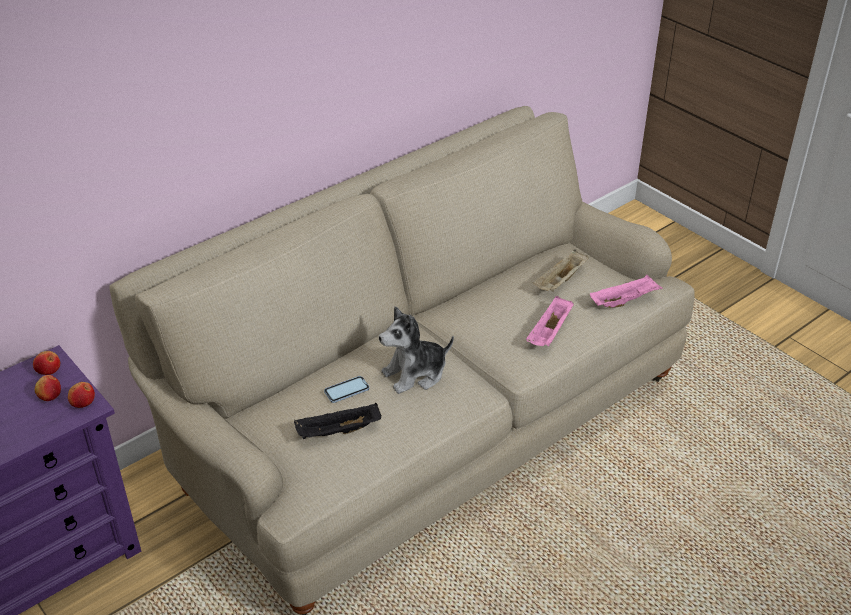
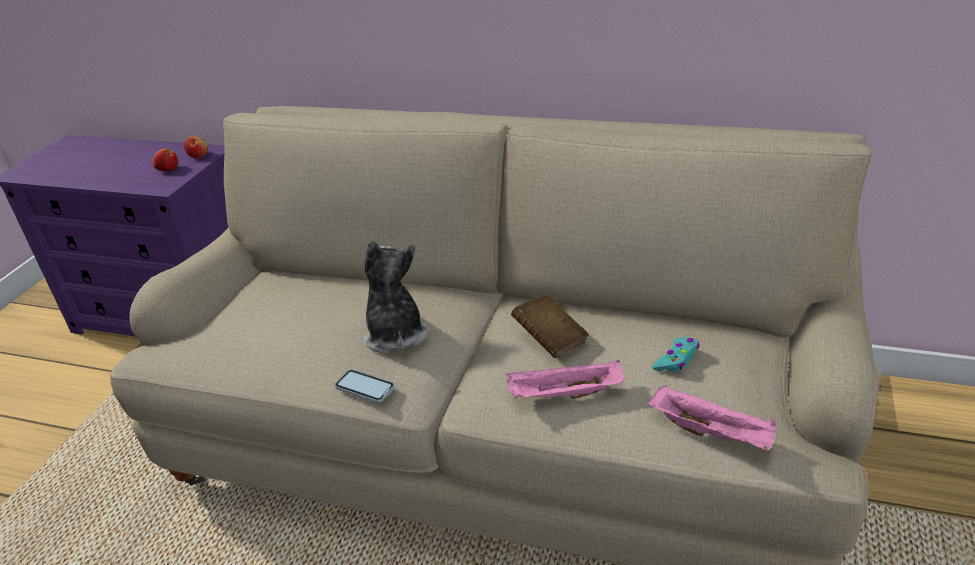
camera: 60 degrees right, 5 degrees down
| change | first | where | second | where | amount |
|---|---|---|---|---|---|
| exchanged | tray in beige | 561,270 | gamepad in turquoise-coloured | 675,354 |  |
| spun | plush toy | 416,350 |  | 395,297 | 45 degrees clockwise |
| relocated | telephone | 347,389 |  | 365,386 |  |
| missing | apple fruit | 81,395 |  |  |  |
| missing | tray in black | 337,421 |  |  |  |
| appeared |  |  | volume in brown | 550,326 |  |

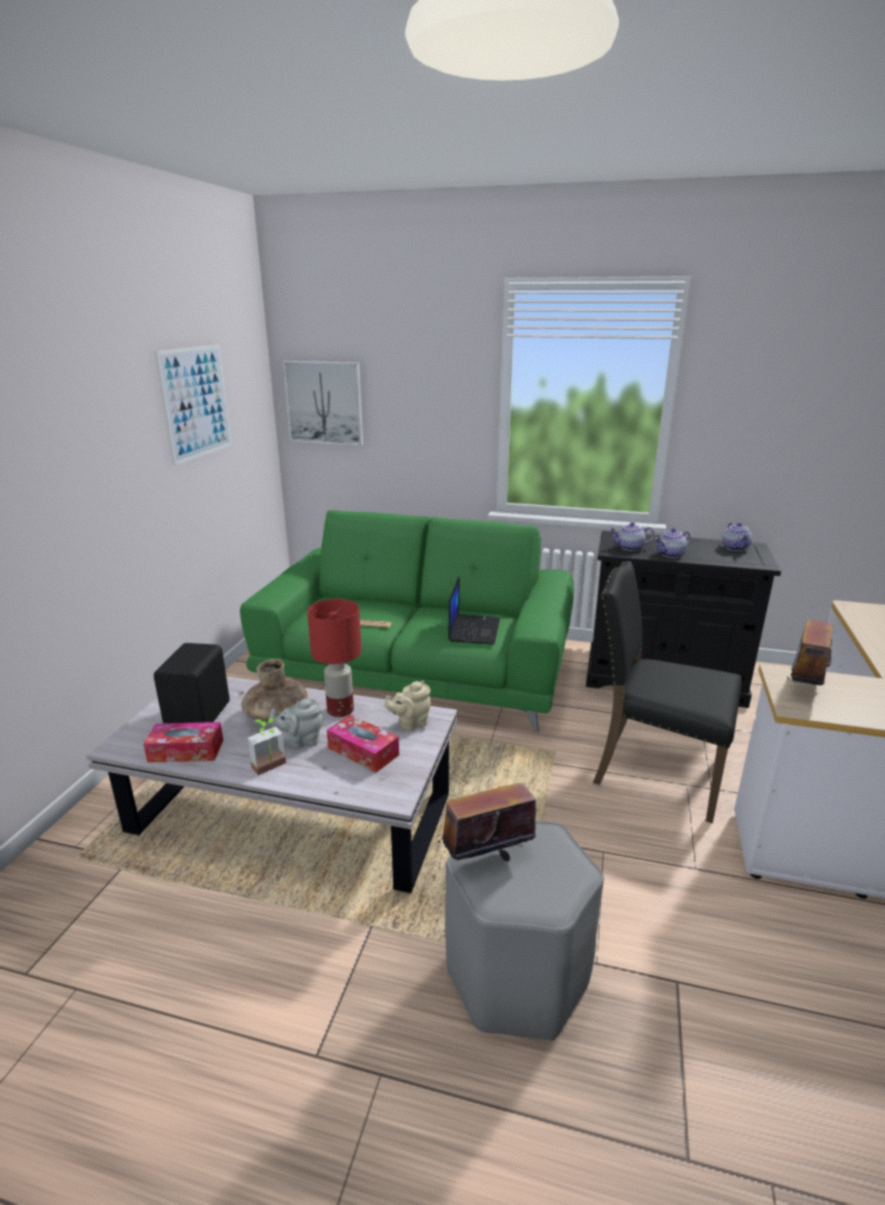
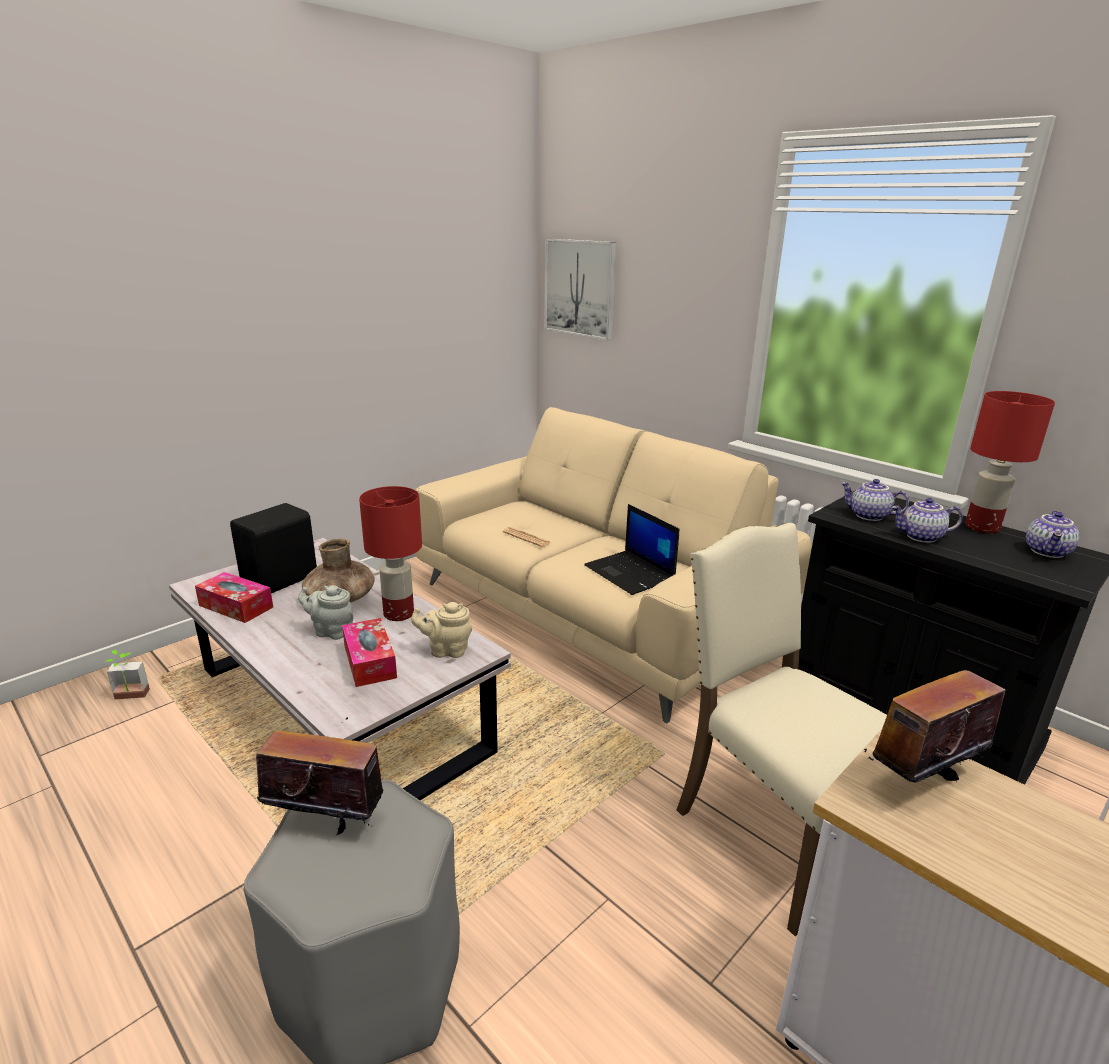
camera: 30 degrees right, 0 degrees up
| change | first | where | second | where | amount |
|---|---|---|---|---|---|
| missing | wall art | 193,405 |  |  |  |
| colour | settee in greenish | 407,621 | settee in beige | 613,565 |  |
| colour | plain chair in black | 667,692 | plain chair in beige | 781,729 |  |
| spun | notebook computer | 474,610 |  | 632,549 | 105 degrees clockwise |
| relocated | plant in a pot | 266,746 |  | 128,675 |  |
| appeared |  |  | lamp for a table in red | 1010,462 |  |

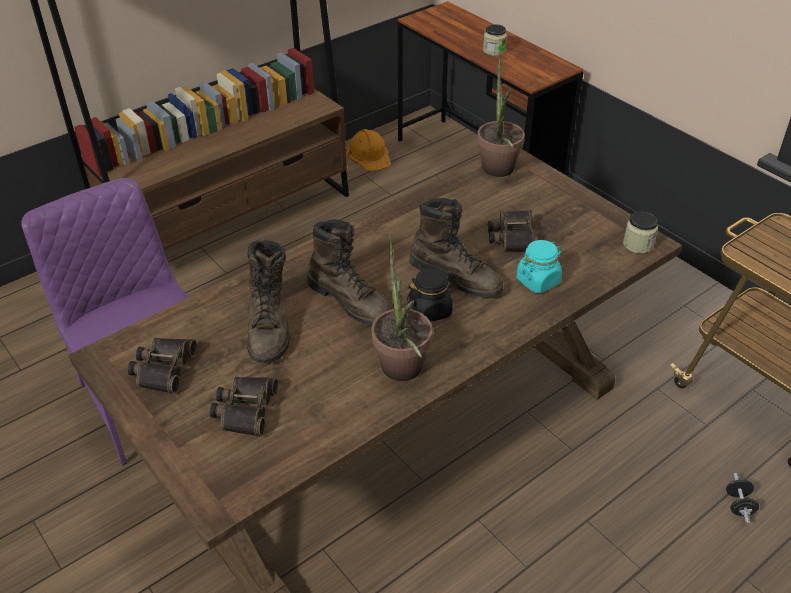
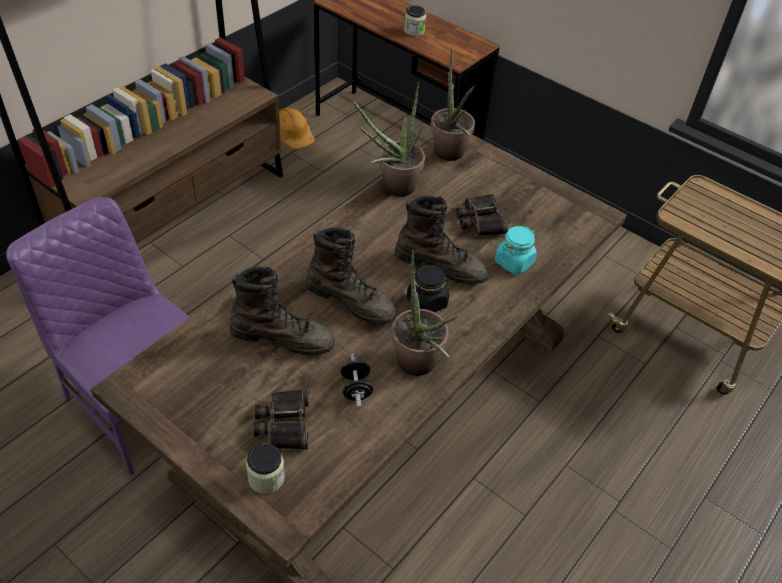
camera: 15 degrees left, 5 degrees up
| change | first | where | second | where | amount |
|---|---|---|---|---|---|
| relocated | preserve jar | 640,233 |  | 265,469 |  |
| spun | high-top boot in brown | 268,301 |  | 282,311 | 60 degrees counterclockwise |
| missing | binoculars | 162,366 |  |  |  |
| relocated | dumbbell in black | 742,498 |  | 357,381 |  |
| appeared |  |  | plant in a pot | 389,139 |  |

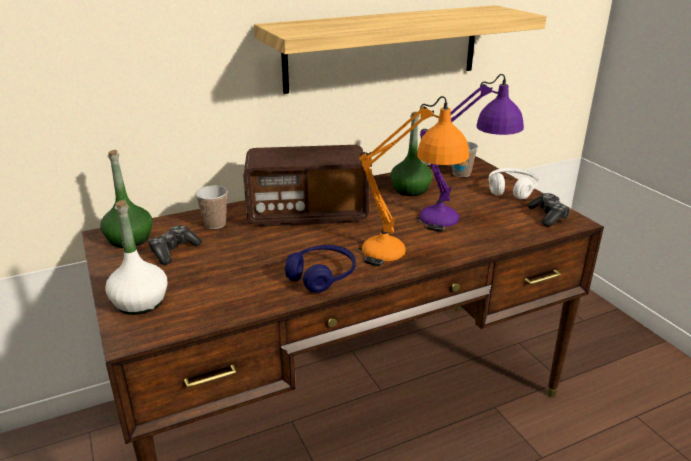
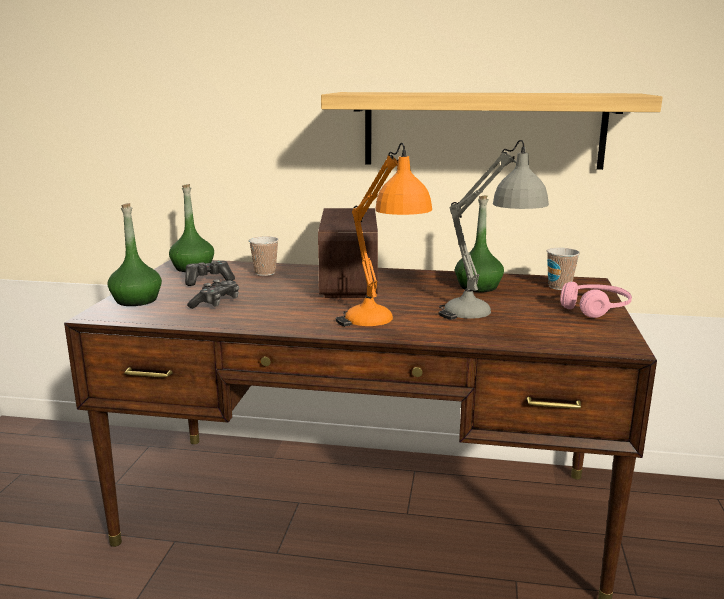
camera: 35 degrees right, 10 degrees down
| change | first | where | second | where | amount |
|---|---|---|---|---|---|
| colour | lamp for a table in purple | 469,153 | lamp for a table in grey | 493,230 |  |
| spun | radio set | 306,186 |  | 348,253 | 120 degrees counterclockwise |
| colour | pair of headphones in white | 514,184 | pair of headphones in pink-coloured | 596,300 |  |
| relocated | gamepad | 548,210 |  | 213,294 |  |
| colour | beverage bottle in white | 136,257 | beverage bottle in greenish | 134,254 |  |
| missing | pair of headphones in bluish | 320,269 |  |  |  |

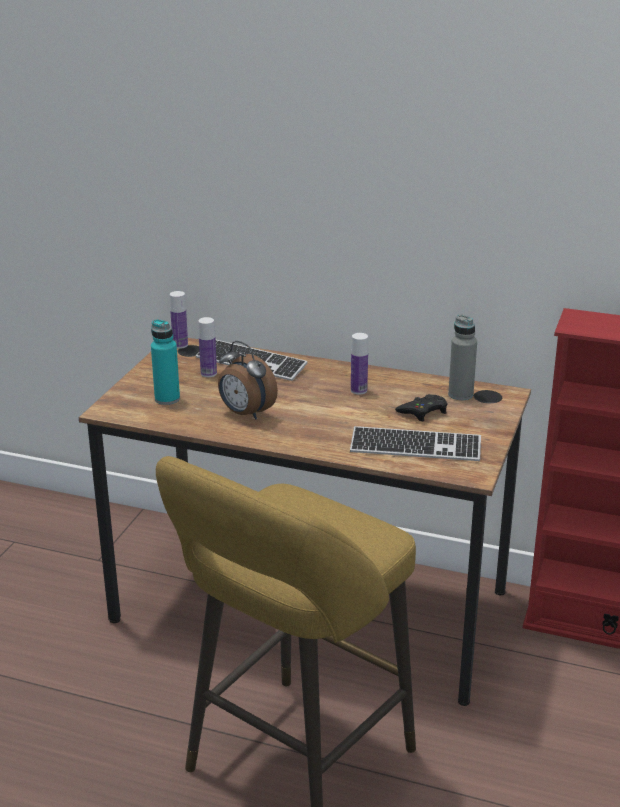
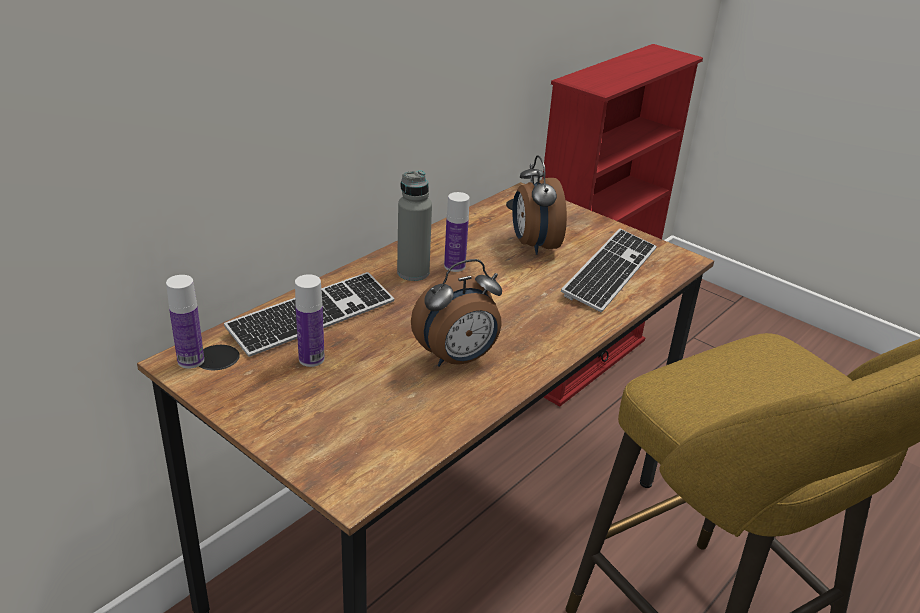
camera: 70 degrees left, 5 degrees up
| change | first | where | second | where | amount |
|---|---|---|---|---|---|
| relocated | beverage bottle in grey | 462,357 |  | 414,225 |  |
| missing | beverage bottle in turquoise-coloured | 165,362 |  |  |  |
| exchanged | gamepad in black | 421,408 | bedside clock | 539,205 |  |

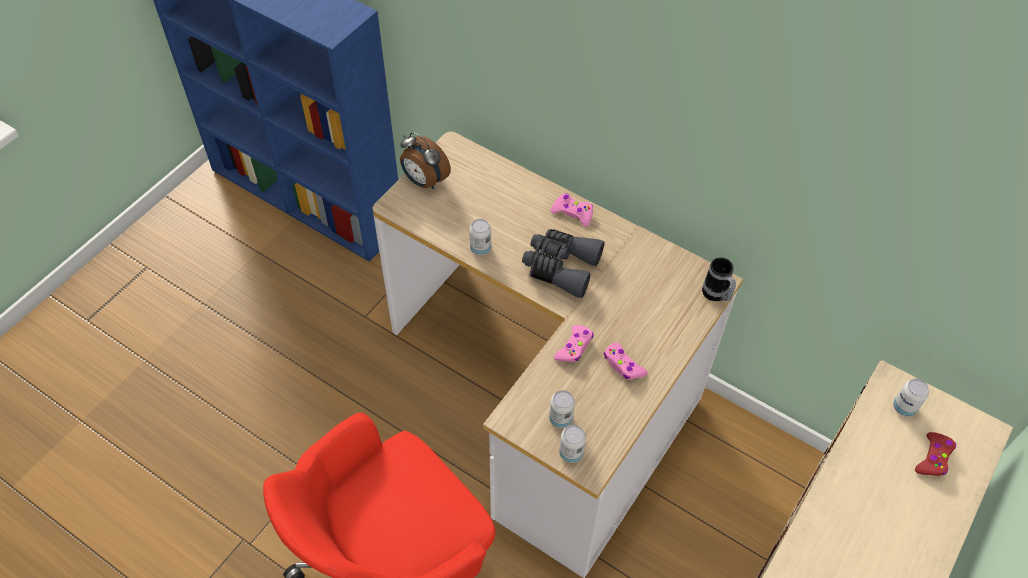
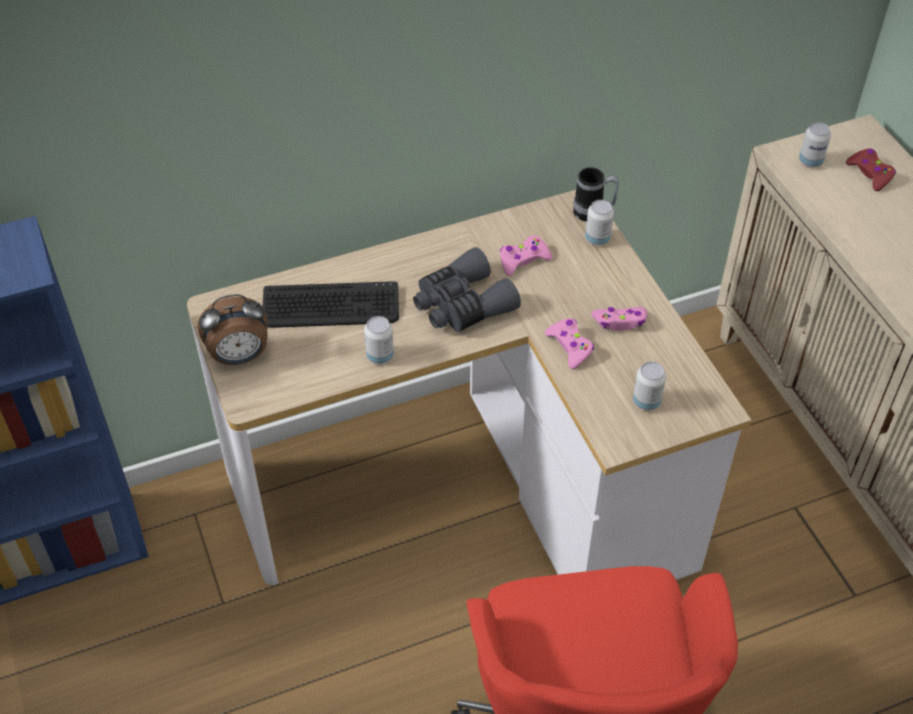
camera: 55 degrees left, 5 degrees down
| change | first | where | second | where | amount |
|---|---|---|---|---|---|
| relocated | gamepad in pink-coloured | 572,210 |  | 526,256 |  |
| relocated | metal can | 572,444 |  | 599,223 |  |
| appeared |  |  | PC keyboard | 331,304 |  |

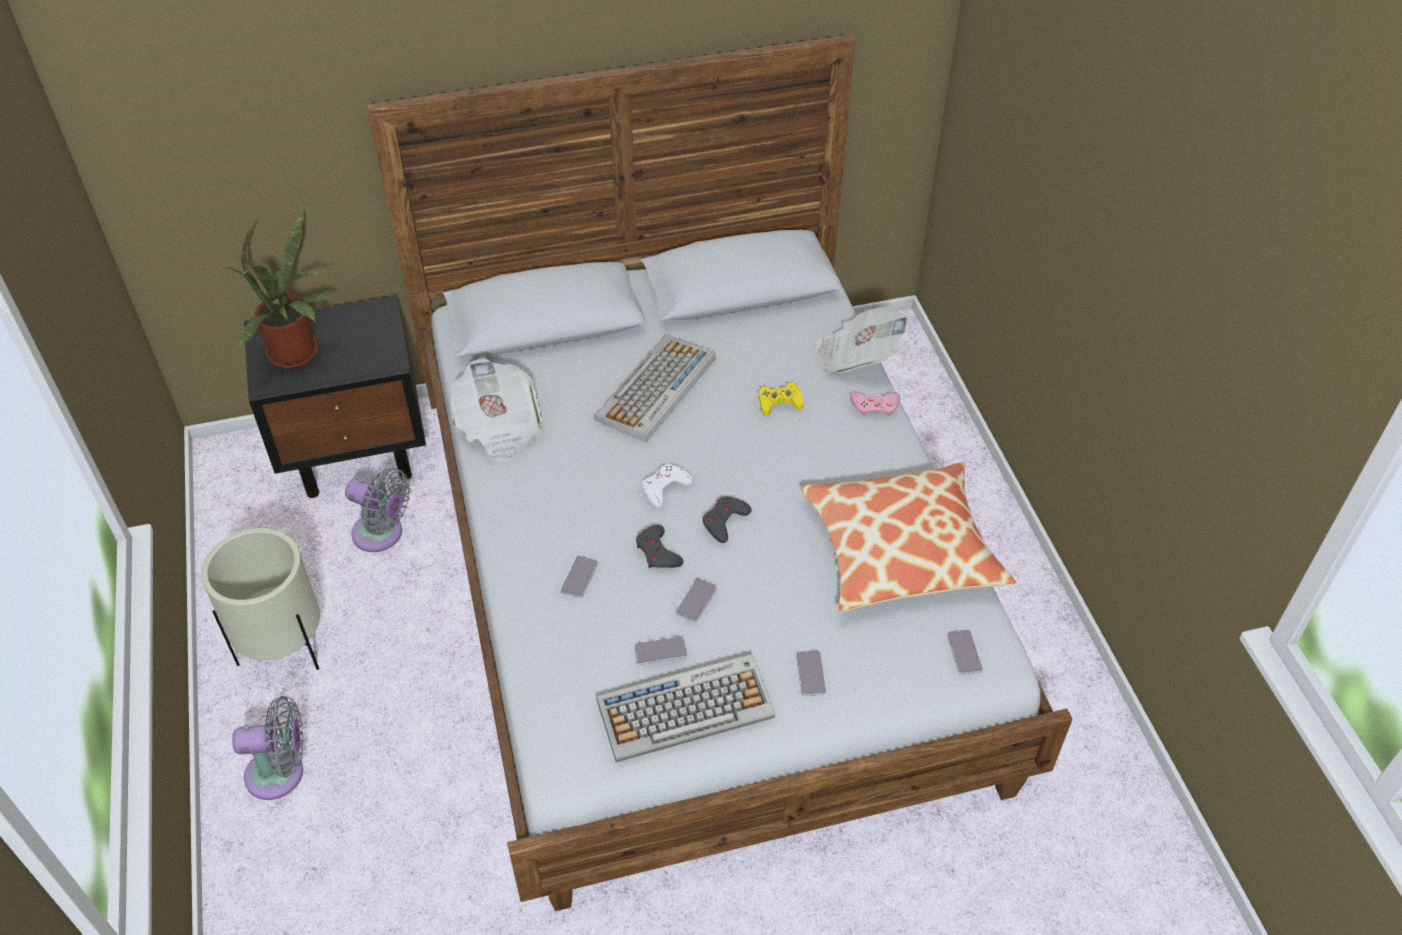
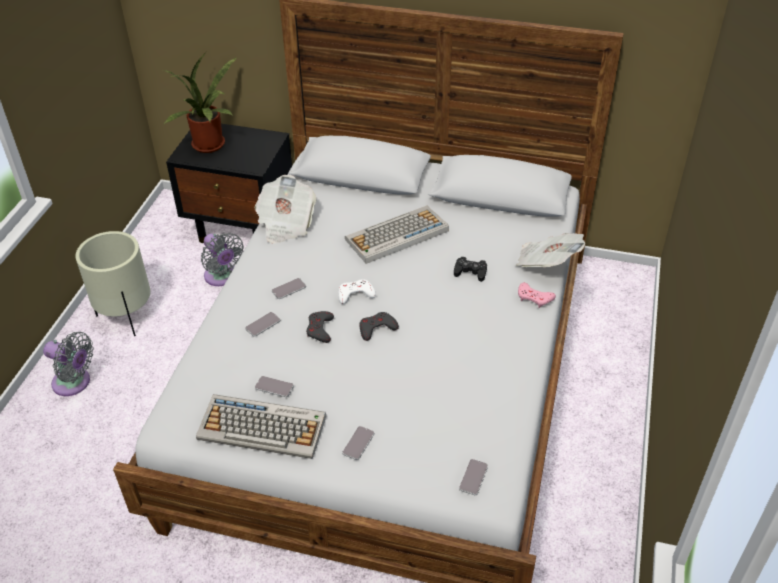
camera: 30 degrees right, 5 degrees down
| change | first | where | second | where | amount |
|---|---|---|---|---|---|
| colour | gamepad in yellowish | 781,399 | gamepad in black | 470,269 |  |
| missing | pillow | 908,537 |  |  |  |
| relocated | telephone | 696,600 |  | 289,288 |  |

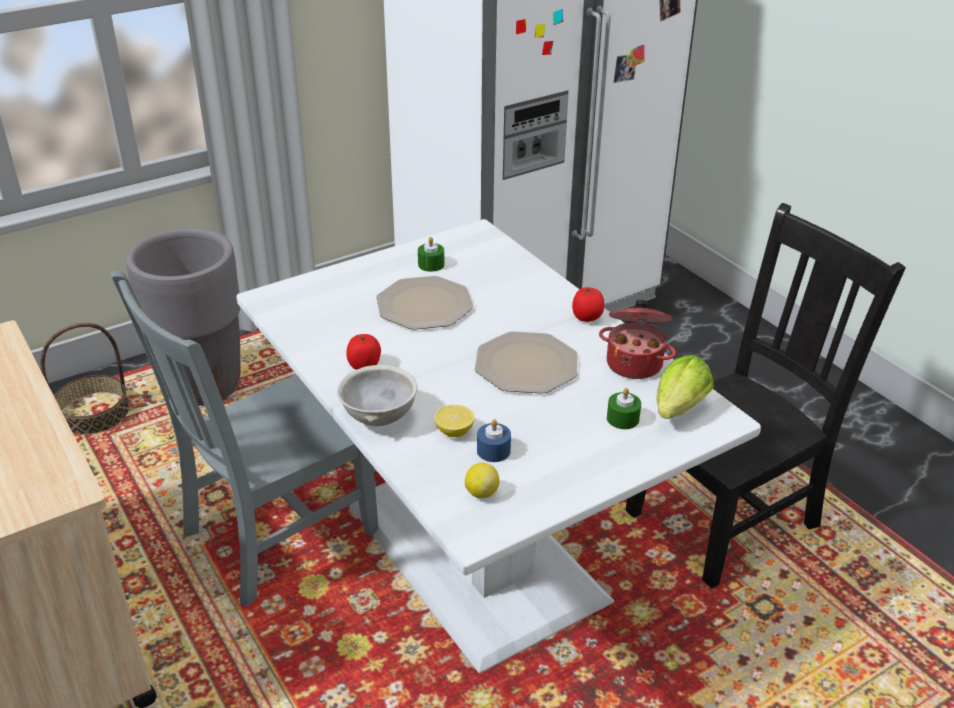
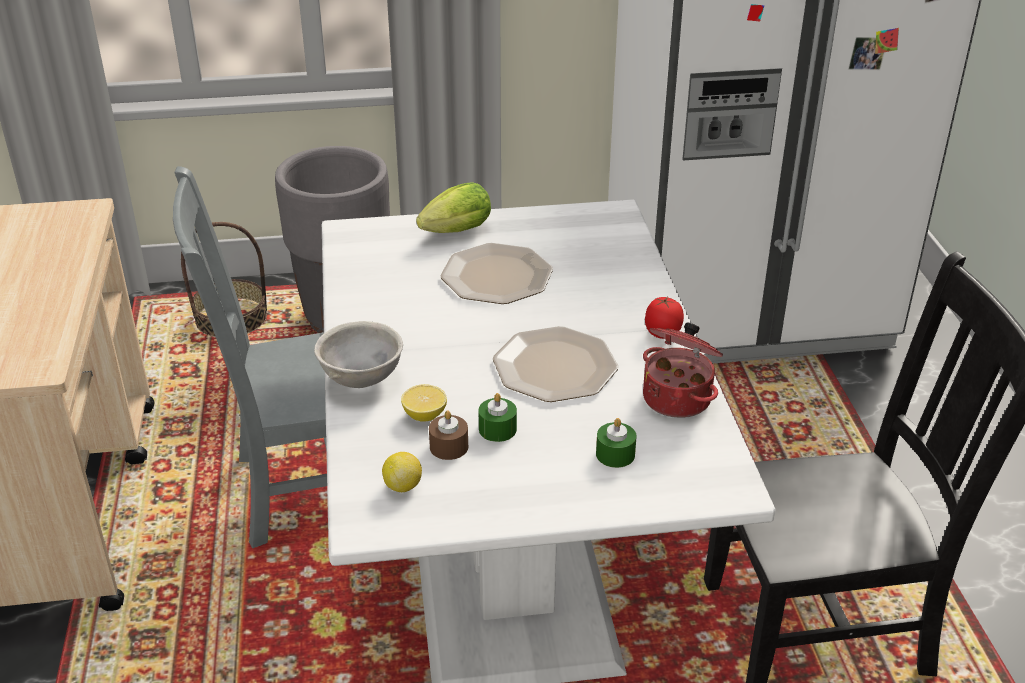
camera: 25 degrees right, 0 degrees up
| change | first | where | second | where | amount |
|---|---|---|---|---|---|
| relocated | wax candle in greenish | 431,254 |  | 497,417 |  |
| missing | tomato | 363,352 |  |  |  |
| relocated | lettuce head | 685,387 |  | 453,207 |  |
| colour | wax candle in bluish | 494,440 | wax candle in brown | 448,435 |  |

